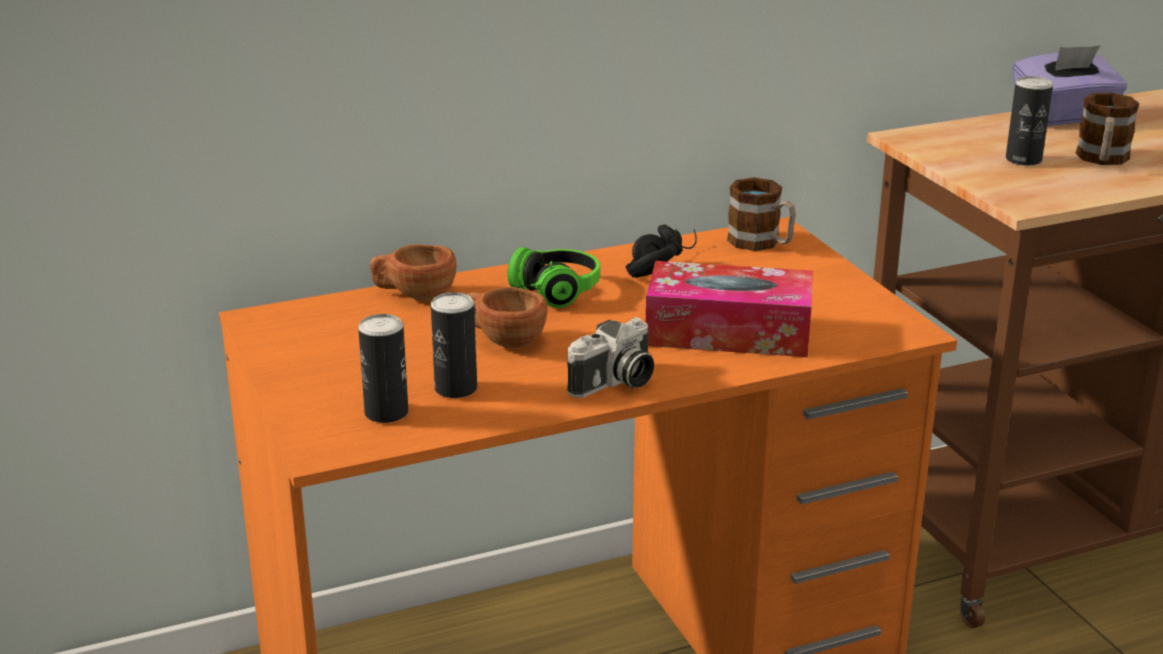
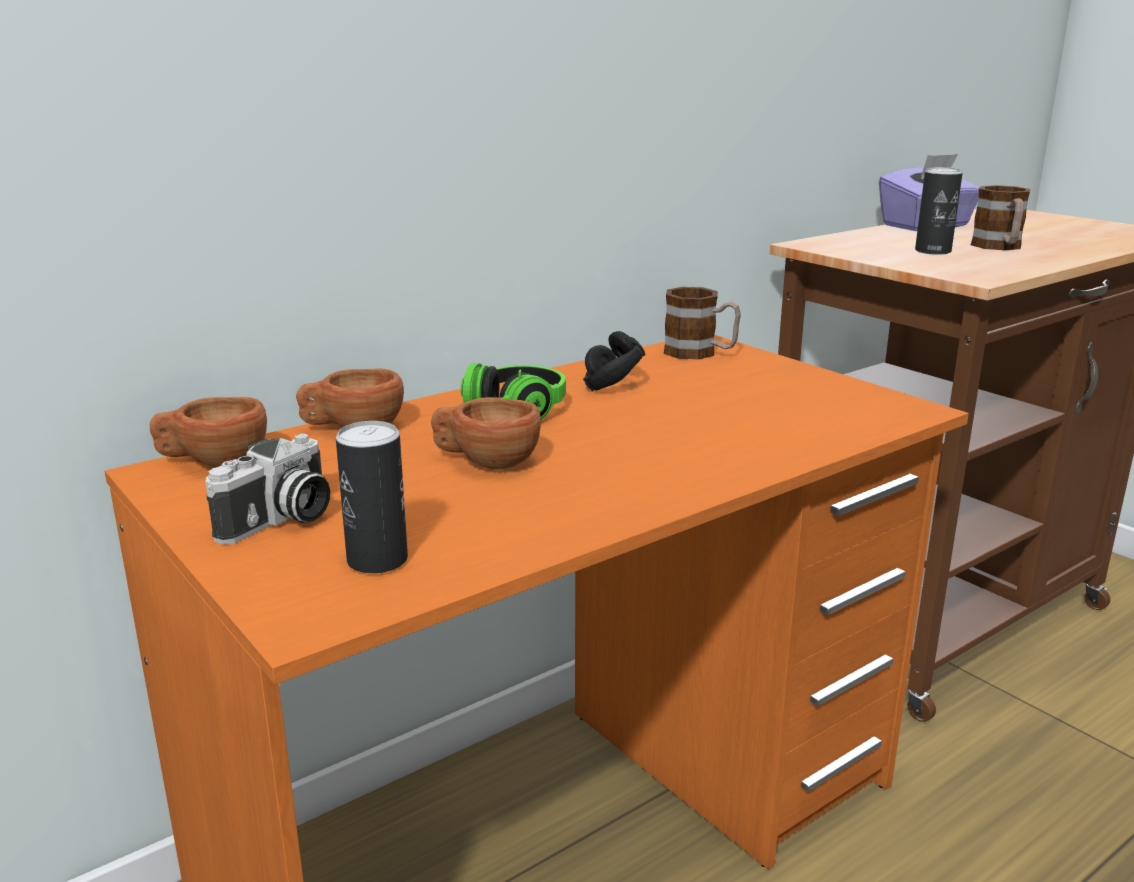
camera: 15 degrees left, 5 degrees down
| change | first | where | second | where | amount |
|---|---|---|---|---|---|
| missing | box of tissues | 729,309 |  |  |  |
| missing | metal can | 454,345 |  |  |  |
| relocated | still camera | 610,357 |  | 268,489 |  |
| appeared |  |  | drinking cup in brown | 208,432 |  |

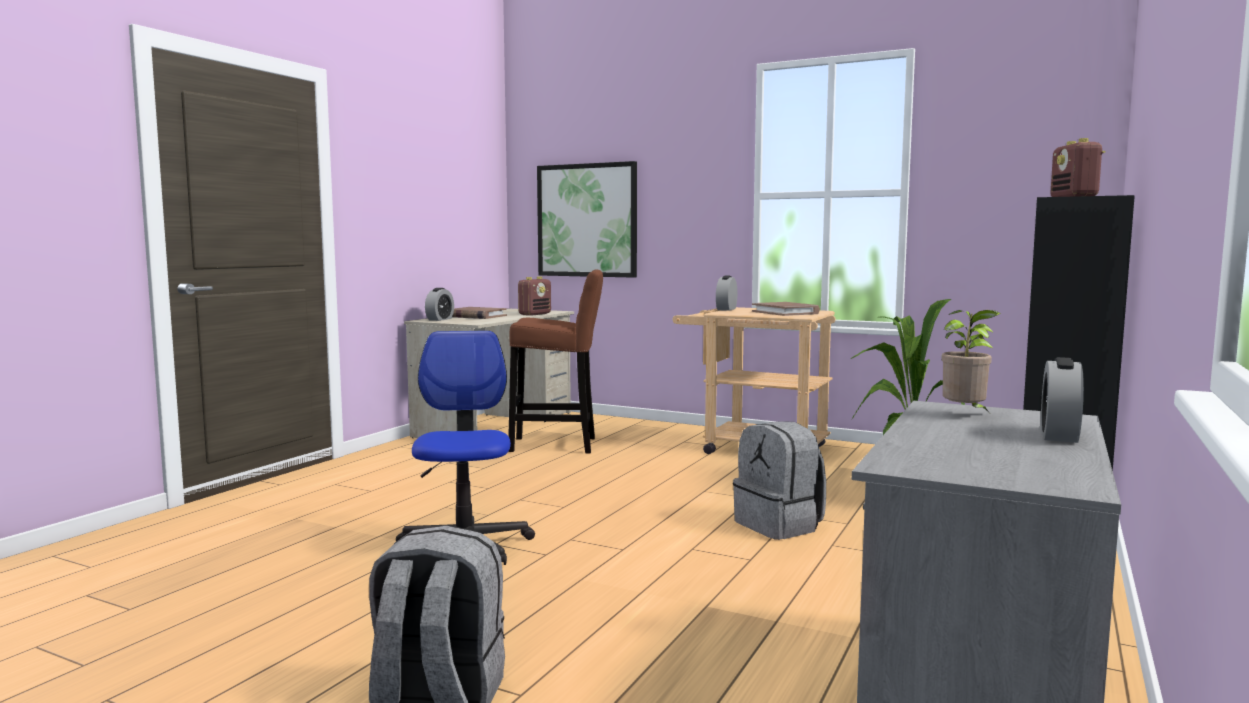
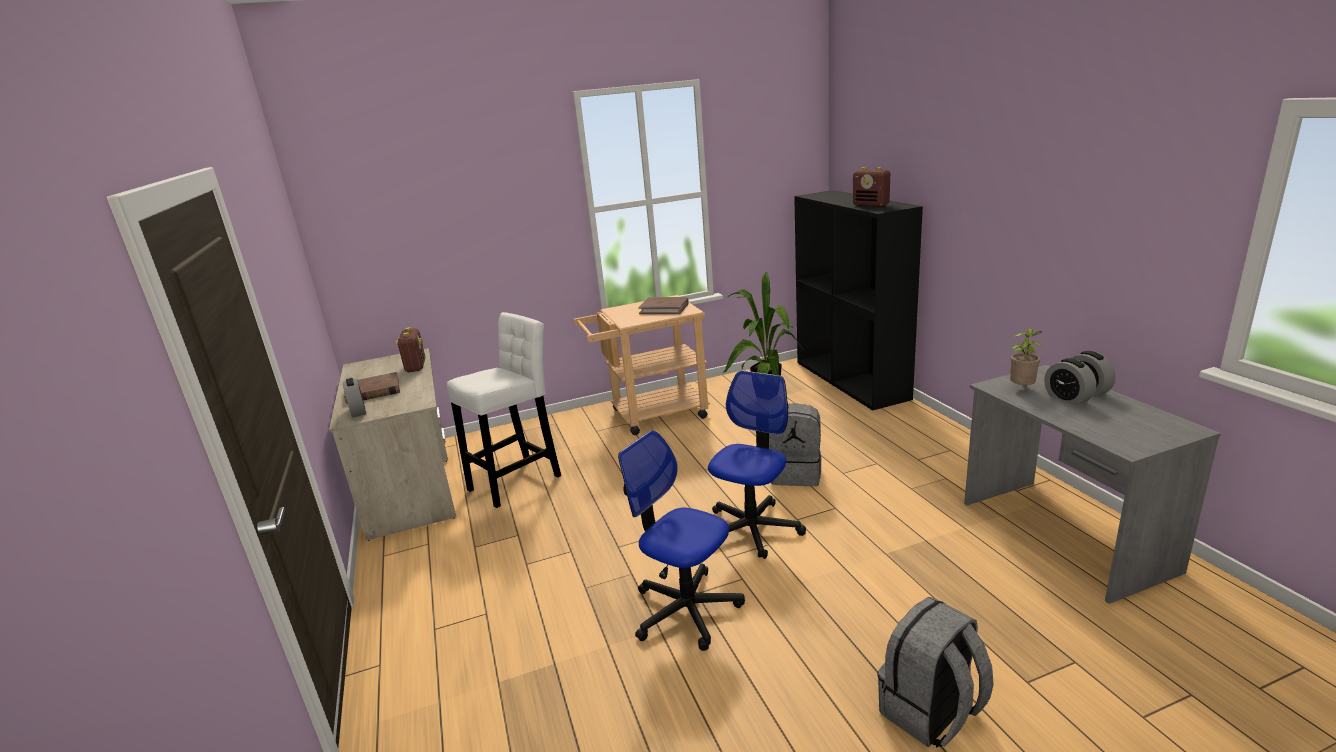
camera: 45 degrees left, 15 degrees up
| change | first | where | second | where | amount |
|---|---|---|---|---|---|
| missing | wall art | 587,219 |  |  |  |
| colour | stool in brown | 555,361 | stool in white | 504,410 |  |
| relocated | bedside clock | 726,293 |  | 1070,381 |  |
| appeared |  |  | office chair | 757,464 |  |

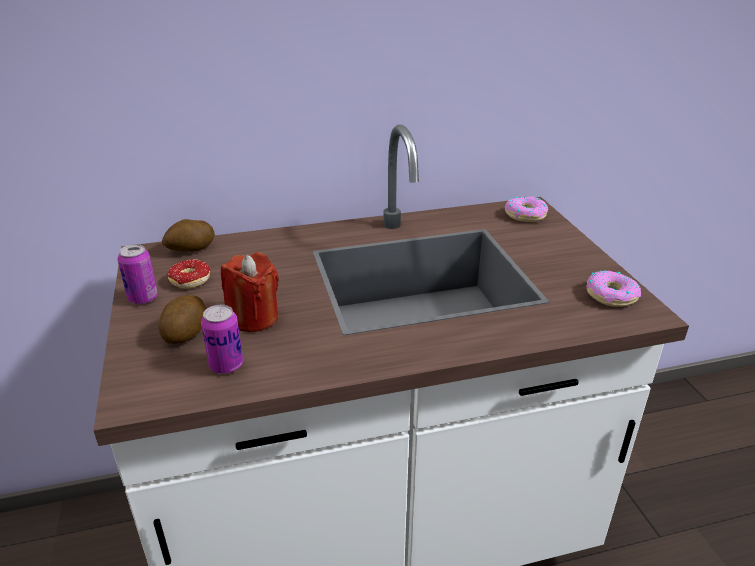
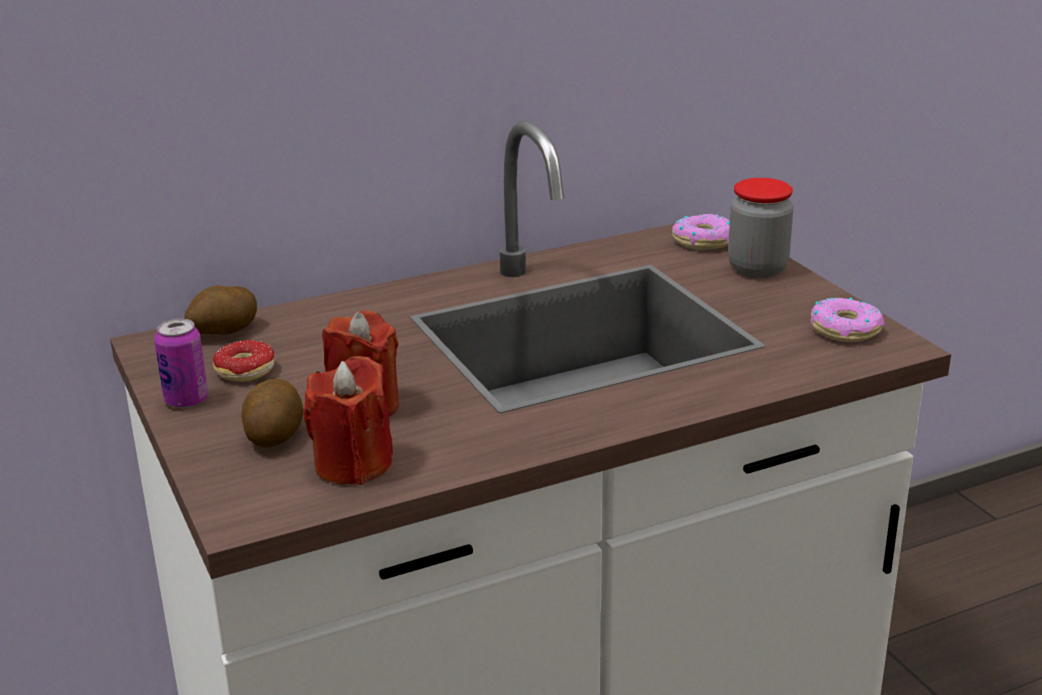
camera: 10 degrees left, 5 degrees down
| change | first | where | second | where | amount |
|---|---|---|---|---|---|
| exchanged | metal can | 222,339 | wax candle in red | 348,420 |  |
| appeared |  |  | preserve jar | 761,228 |  |

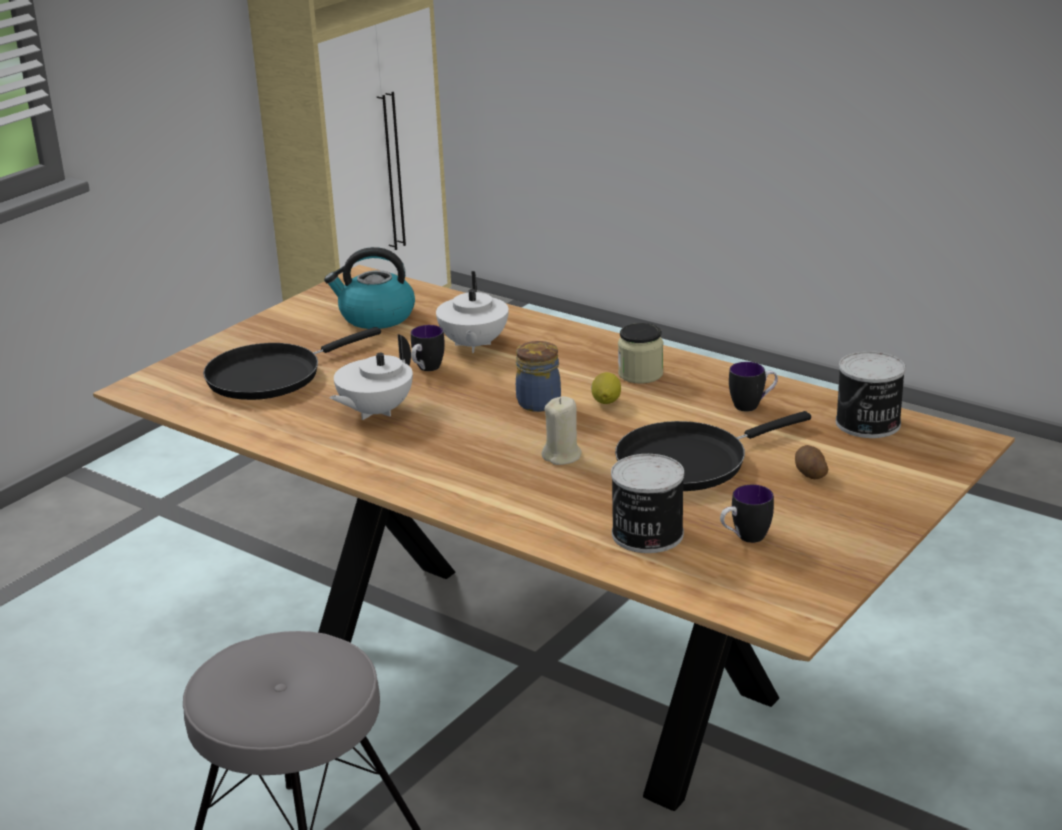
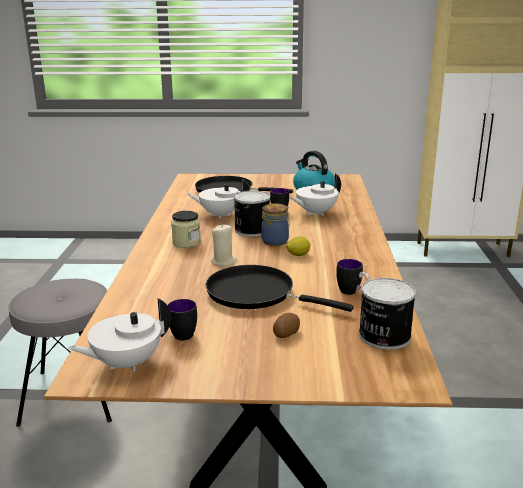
camera: 55 degrees right, 5 degrees down
| change | first | where | second | where | amount |
|---|---|---|---|---|---|
| relocated | preserve jar | 640,353 |  | 186,229 |  |
| relocated | metal can | 647,503 |  | 252,213 |  |
| appeared |  |  | pot for tea in white | 119,334 |  |

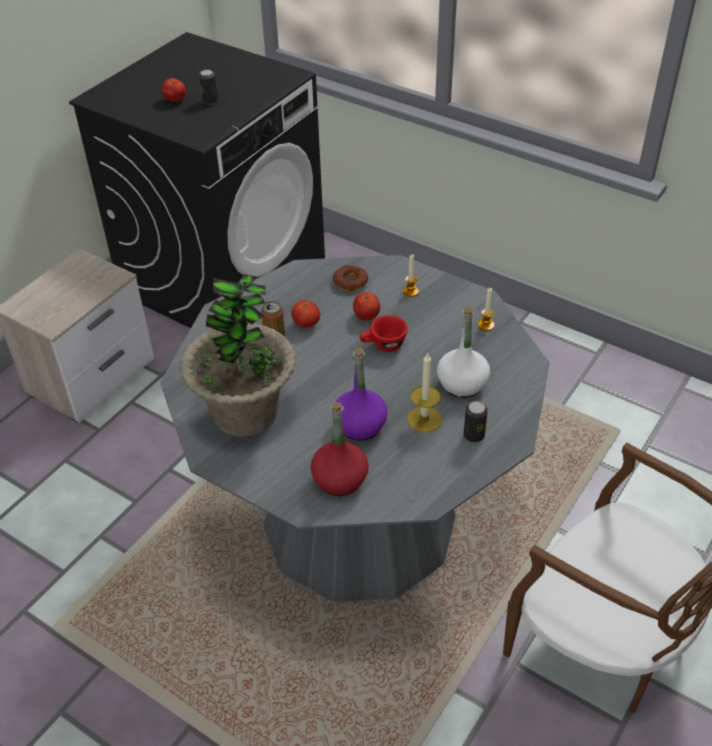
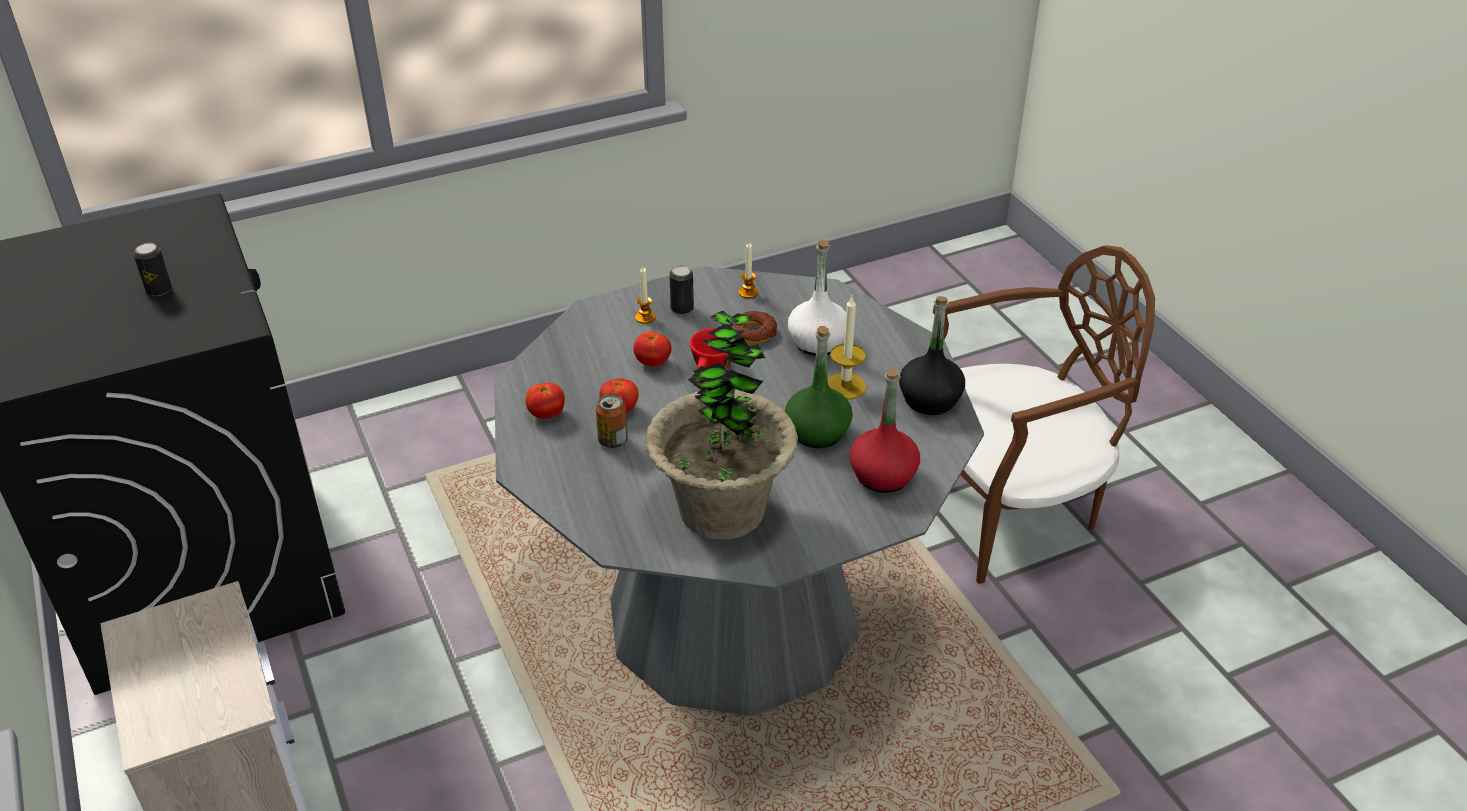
camera: 60 degrees left, 5 degrees down
| change | first | where | second | where | amount |
|---|---|---|---|---|---|
| relocated | tomato | 173,90 |  | 545,401 |  |
| relocated | ring doughnut | 350,278 |  | 754,327 |  |
| colour | beverage bottle in purple | 362,394 | beverage bottle in greenish | 819,387 |  |
| relocated | metal can | 476,422 |  | 681,290 |  |
| appeared |  |  | beverage bottle in black | 932,355 |  |

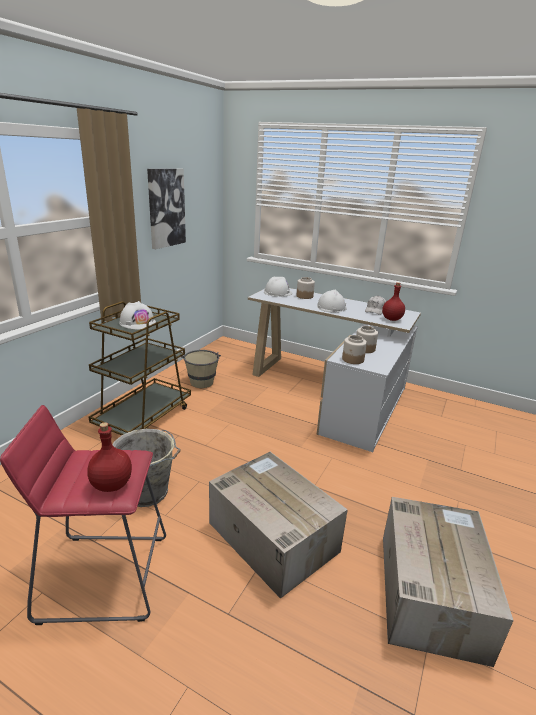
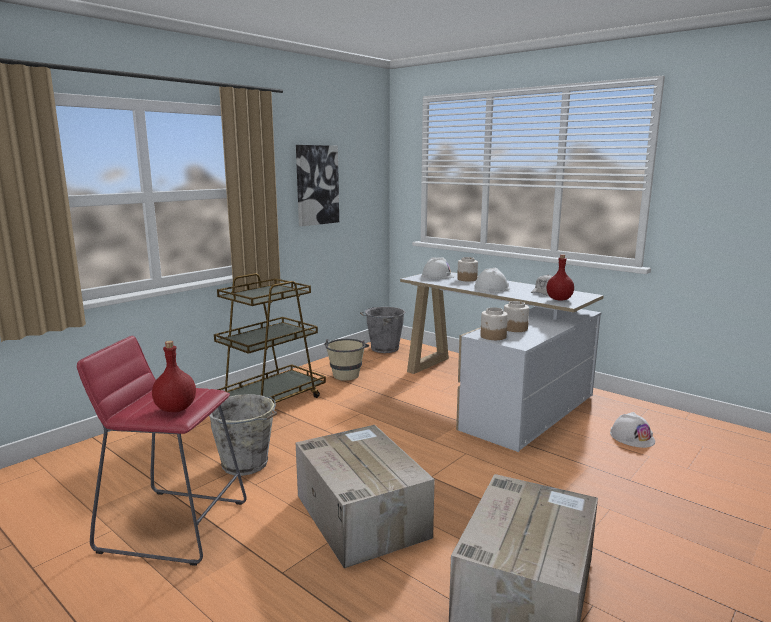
camera: 15 degrees right, 10 degrees down
| change | first | where | second | where | amount |
|---|---|---|---|---|---|
| relocated | safety helmet in white | 137,315 |  | 632,430 |  |
| appeared |  |  | water bucket in grey | 382,330 |  |

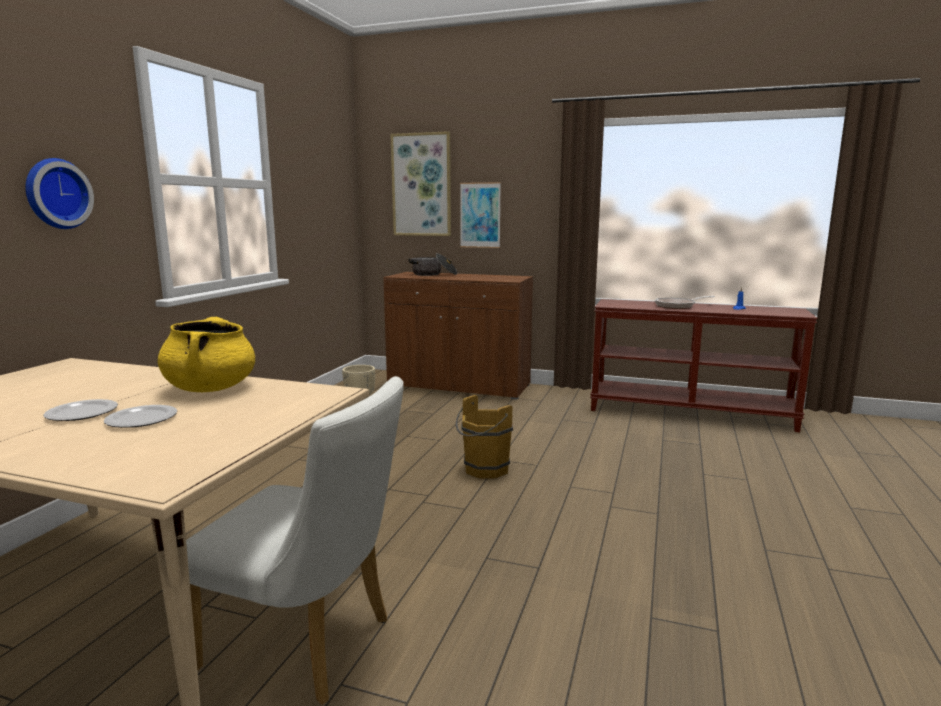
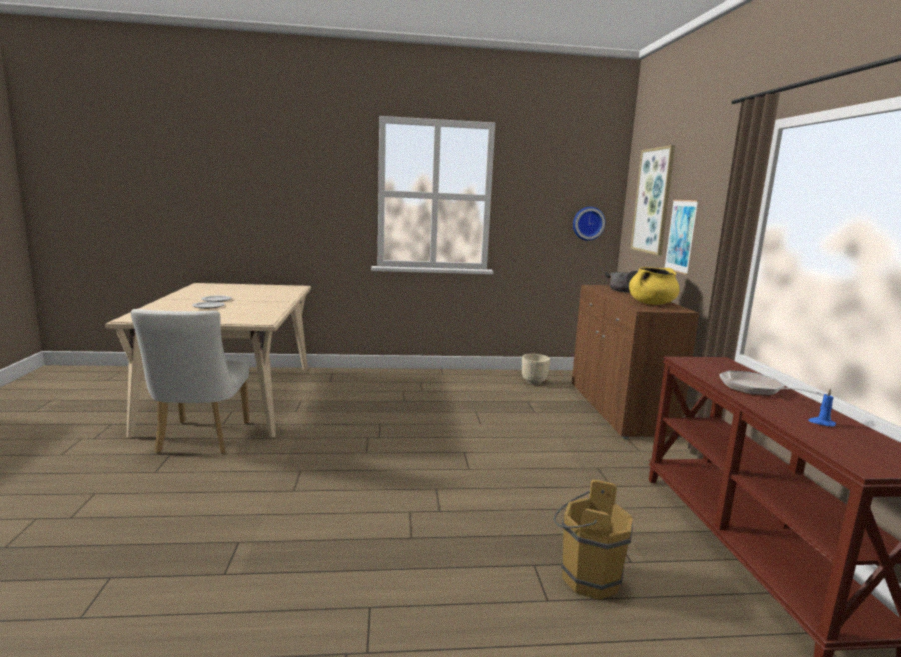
camera: 65 degrees right, 0 degrees up
| change | first | where | second | where | amount |
|---|---|---|---|---|---|
| relocated | hanging clock | 60,193 |  | 589,224 |  |
| relocated | stockpot in yellowish | 206,354 |  | 654,286 |  |
| relocated | water bucket in brown | 484,437 |  | 593,539 |  |

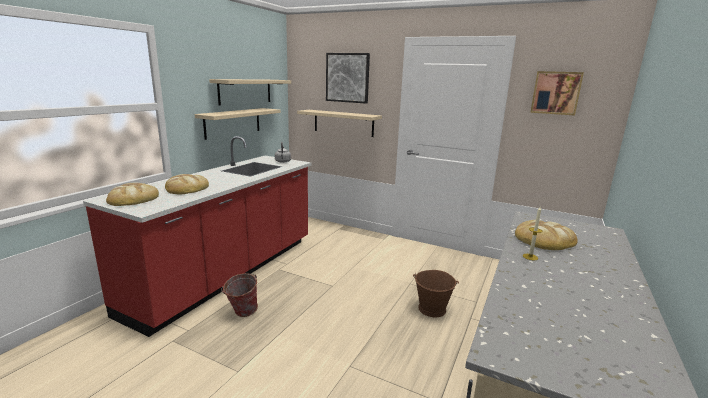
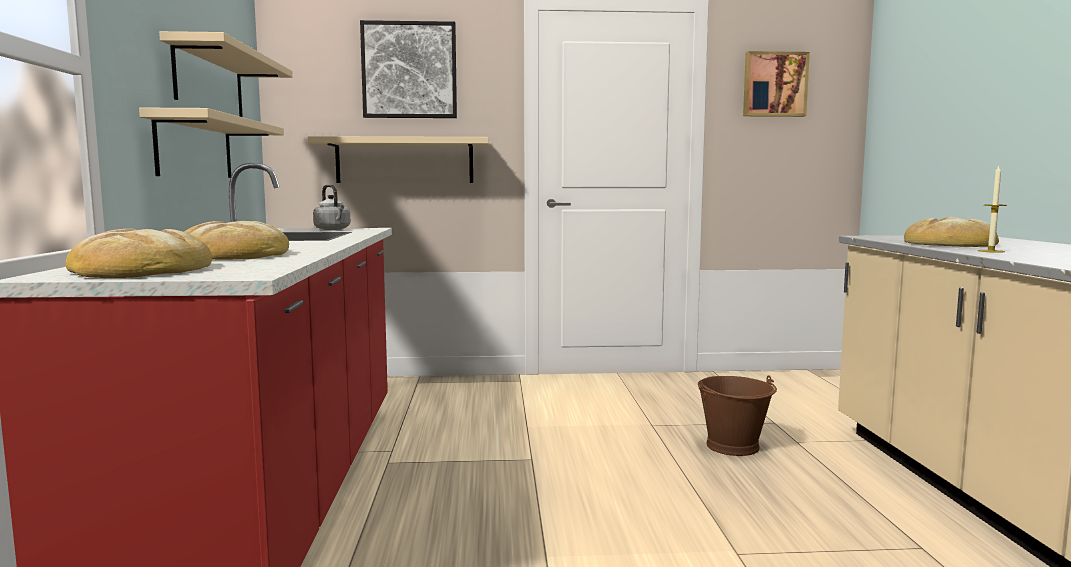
camera: 30 degrees left, 10 degrees down
| change | first | where | second | where | amount |
|---|---|---|---|---|---|
| missing | water bucket | 239,295 |  |  |  |

